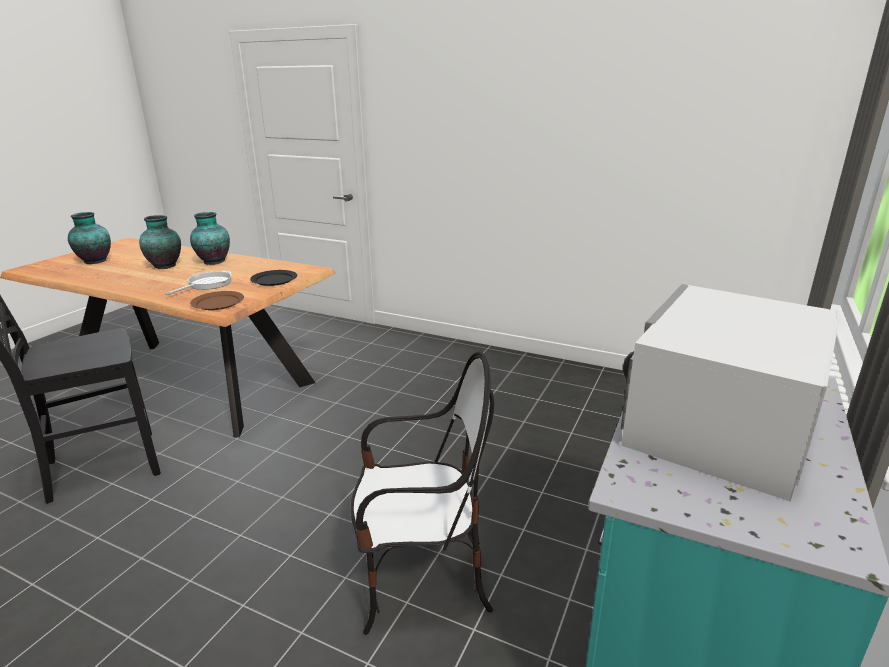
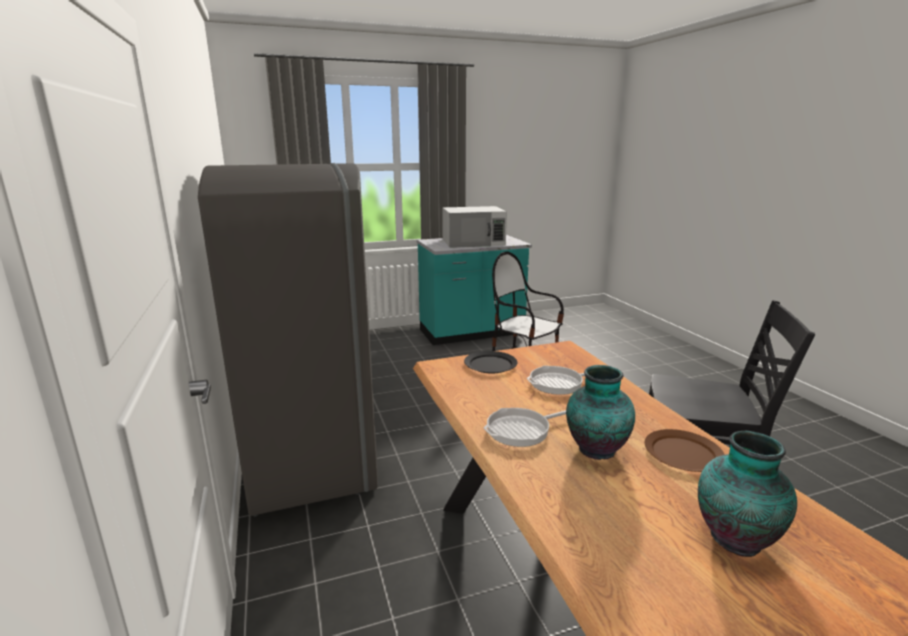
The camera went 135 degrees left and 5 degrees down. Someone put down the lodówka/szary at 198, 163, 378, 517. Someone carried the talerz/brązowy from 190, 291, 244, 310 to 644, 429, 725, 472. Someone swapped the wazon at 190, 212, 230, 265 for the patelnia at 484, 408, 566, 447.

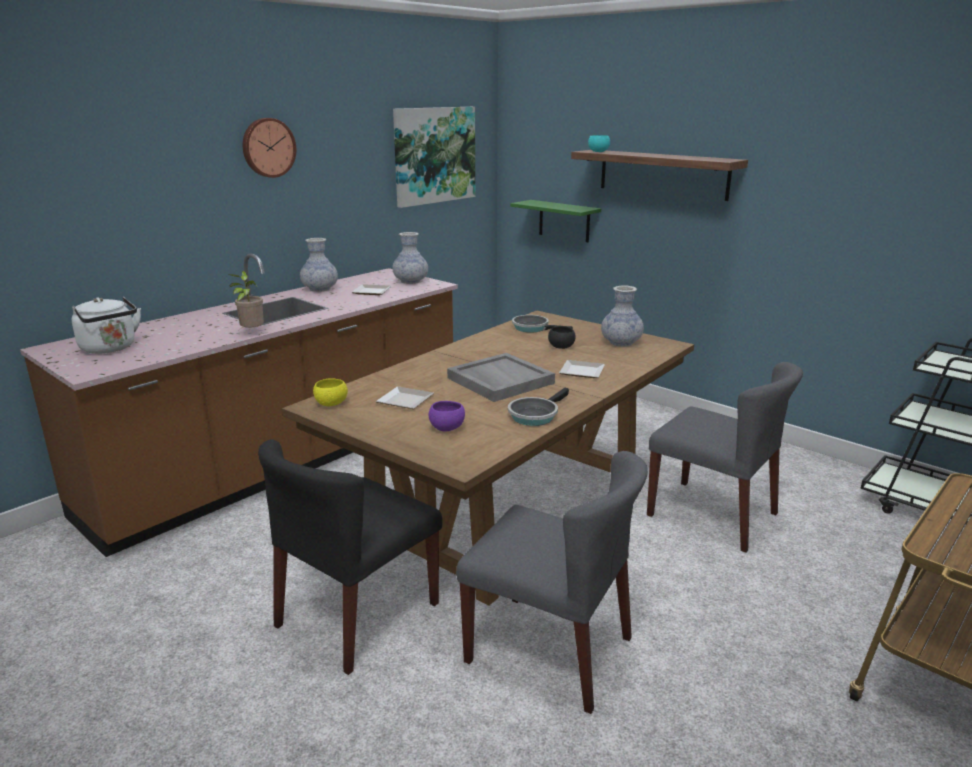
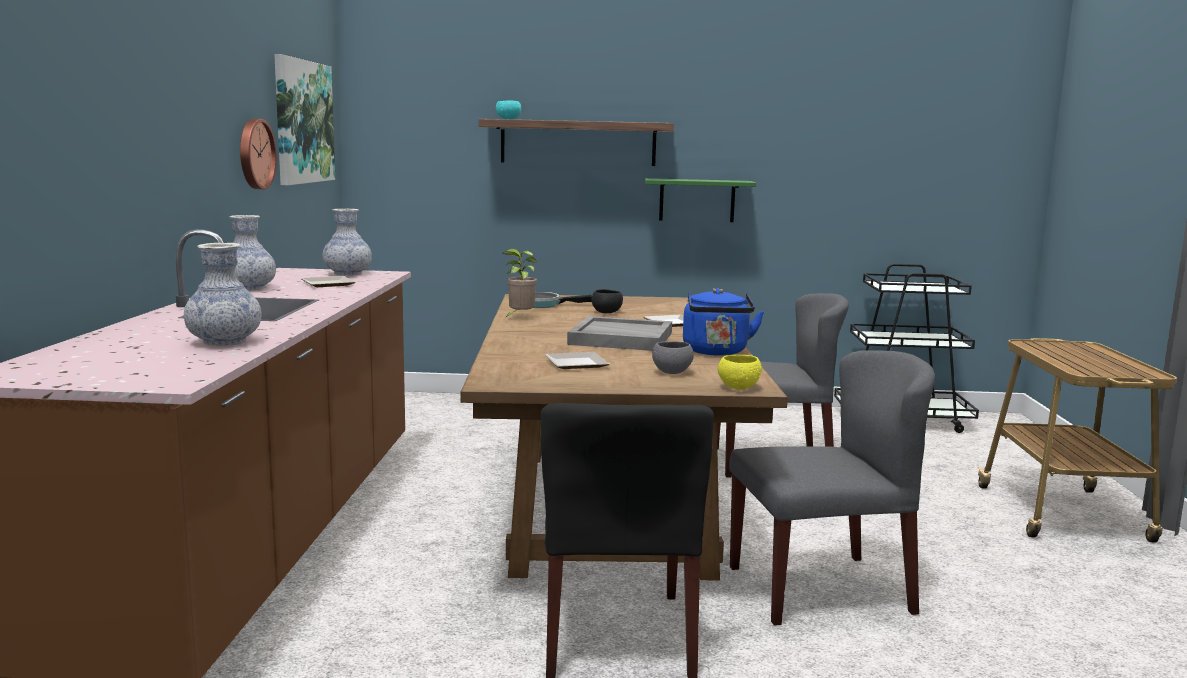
The camera went 40 degrees left and 10 degrees down. Someone took away the czajnik/biały at 72, 297, 141, 354. Someone carried the roślina doniczkowa from 228, 271, 264, 332 to 503, 249, 537, 319. Someone carried the zegar ścienny from 243, 118, 296, 178 to 240, 119, 277, 189. Someone carried the miska/żółty from 313, 378, 348, 406 to 718, 355, 762, 390. Someone carried the półka/zielony from 510, 200, 601, 242 to 645, 178, 756, 222. Someone carried the wazon from 601, 285, 644, 347 to 184, 243, 261, 346. Someone swapped the patelnia at 508, 388, 569, 426 for the czajnik/niebieski at 683, 288, 764, 356. Someone repainted the miska/fioletowy at 429, 401, 465, 431, which became the miska/szary at 652, 341, 694, 374.

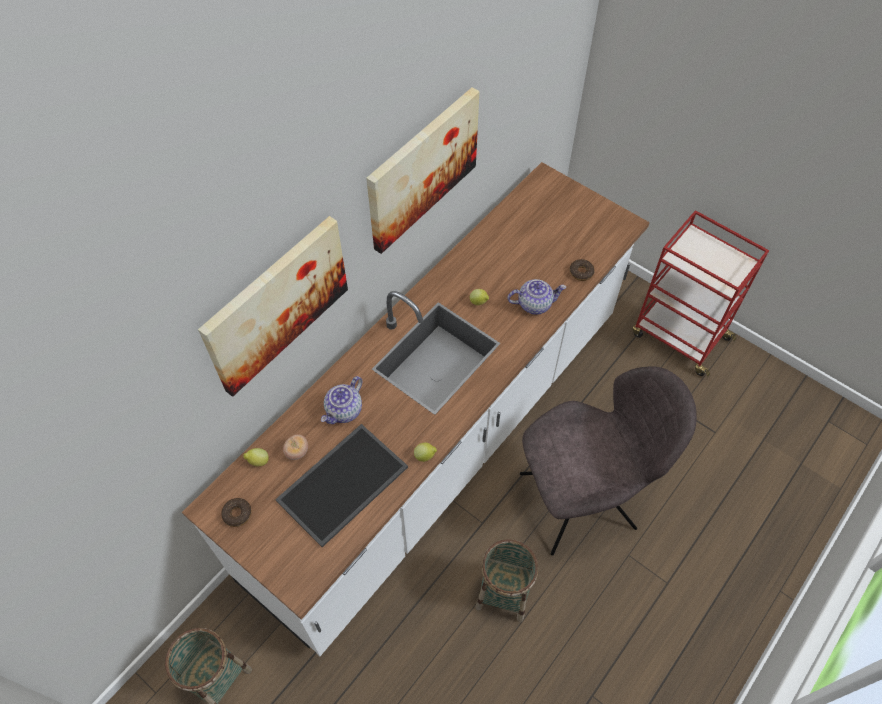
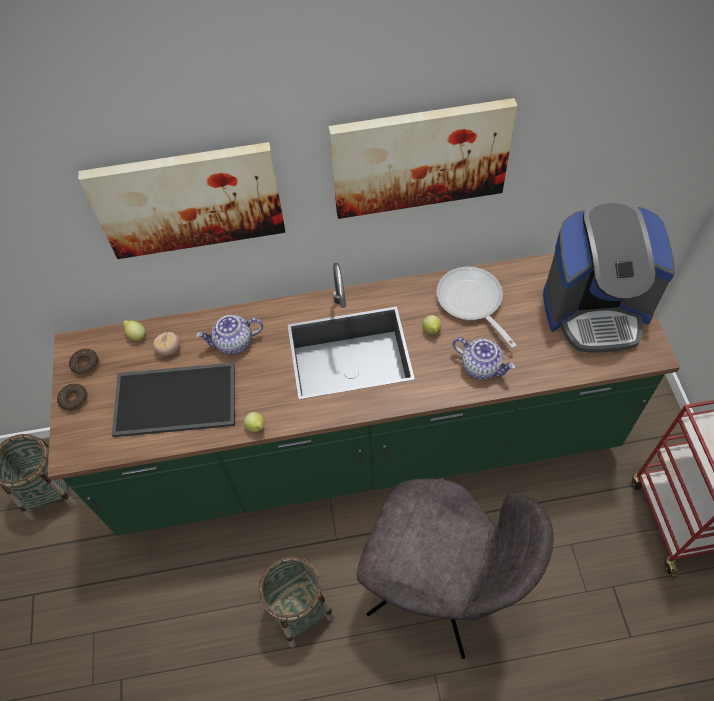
The camera went 45 degrees right and 0 degrees up. Someone put down the patelnia at 437, 267, 517, 348. Someone put down the ekspres do kawy at 543, 199, 675, 352. Someone carried the donut from 570, 259, 595, 281 to 57, 384, 88, 411. Someone repainted the zabudowa kuchenna/biały at 182, 162, 650, 656, which became the zabudowa kuchenna/zielony at 48, 253, 680, 536.

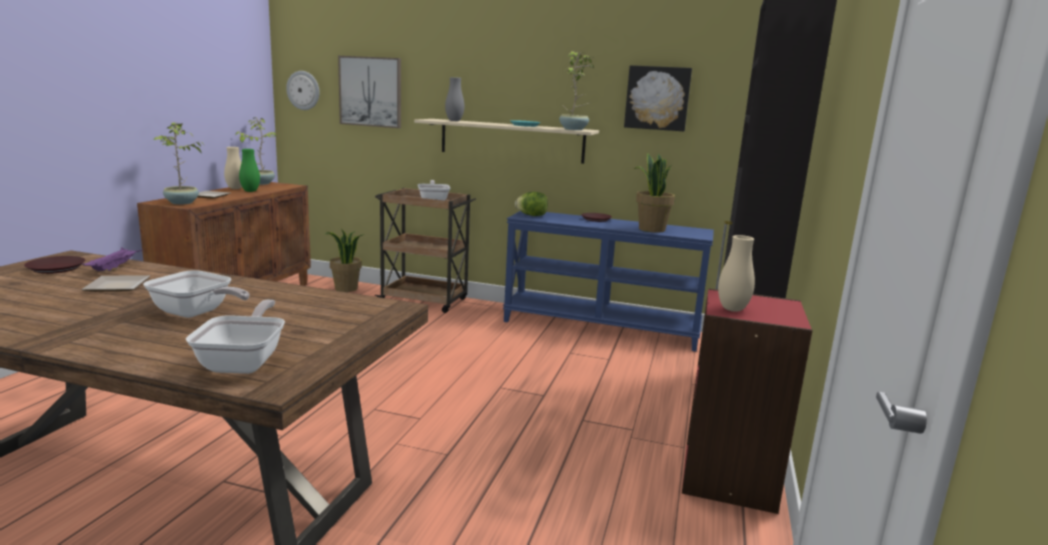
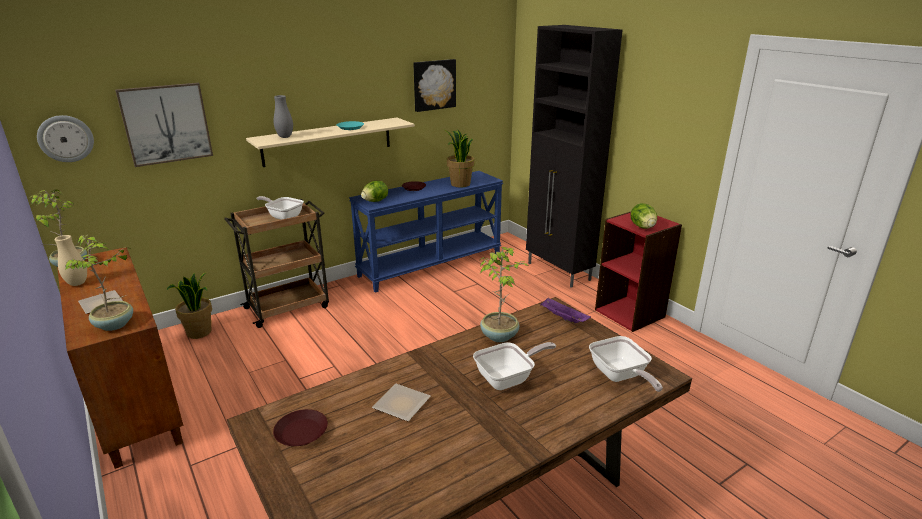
The camera went 50 degrees left and 10 degrees up. Someone took away the wazon/zielony at 239, 149, 260, 192. Someone carried the taca/fioletowy from 82, 247, 142, 271 to 540, 298, 591, 323. Someone carried the roślina doniczkowa from 559, 51, 595, 130 to 480, 247, 528, 342. Someone swapped the wazon/beżowy at 718, 235, 755, 312 for the sałata at 631, 203, 657, 229. Someone rotated the patelnia at 186, 300, 285, 374 by 150 degrees counterclockwise.

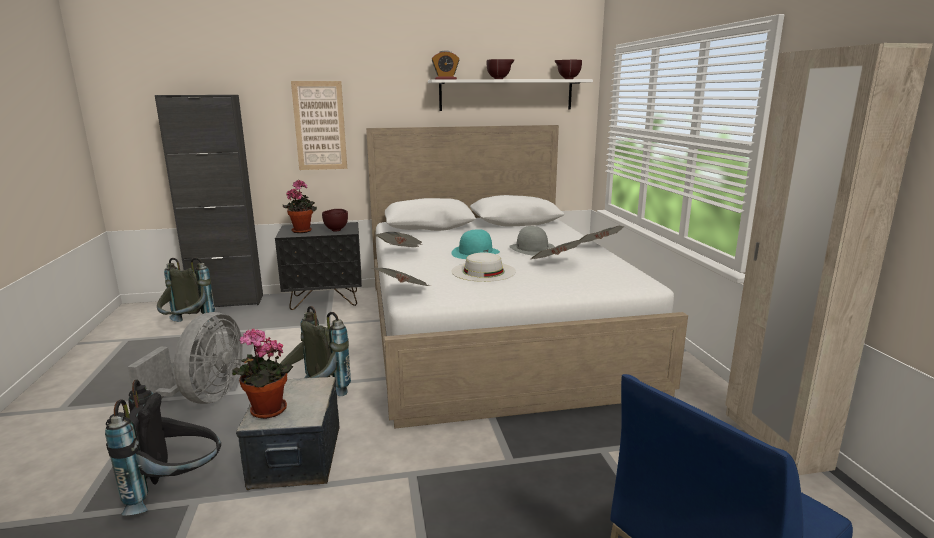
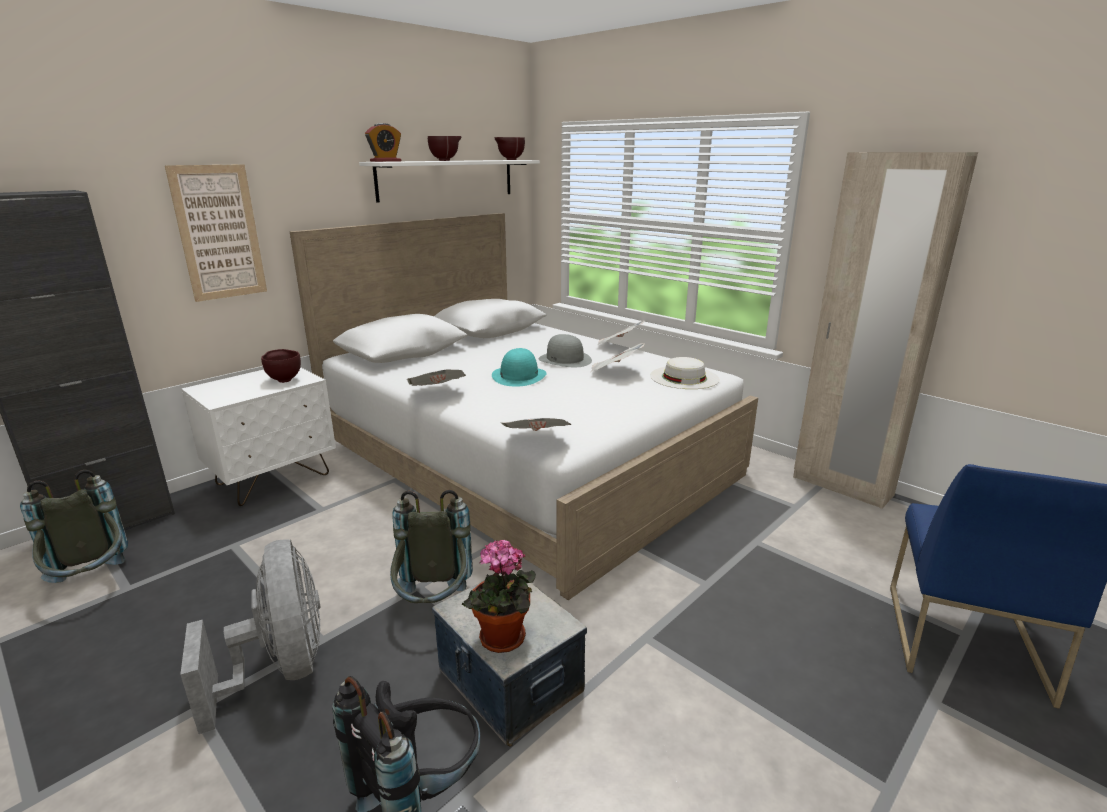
The camera went 35 degrees left and 5 degrees up. Someone took away the roślina doniczkowa at 283, 180, 317, 233. Someone carried the kapelusz/biały from 451, 252, 516, 282 to 650, 357, 719, 389. Someone repainted the szafka nocna/czarny at 275, 222, 362, 310, which became the szafka nocna/biały at 182, 367, 336, 506.

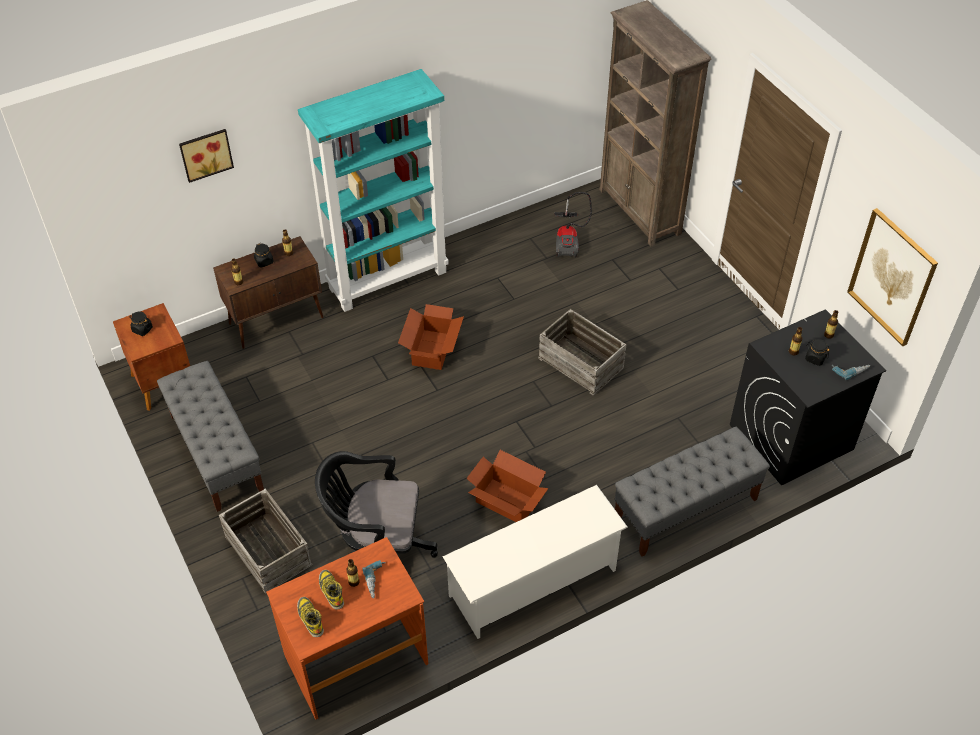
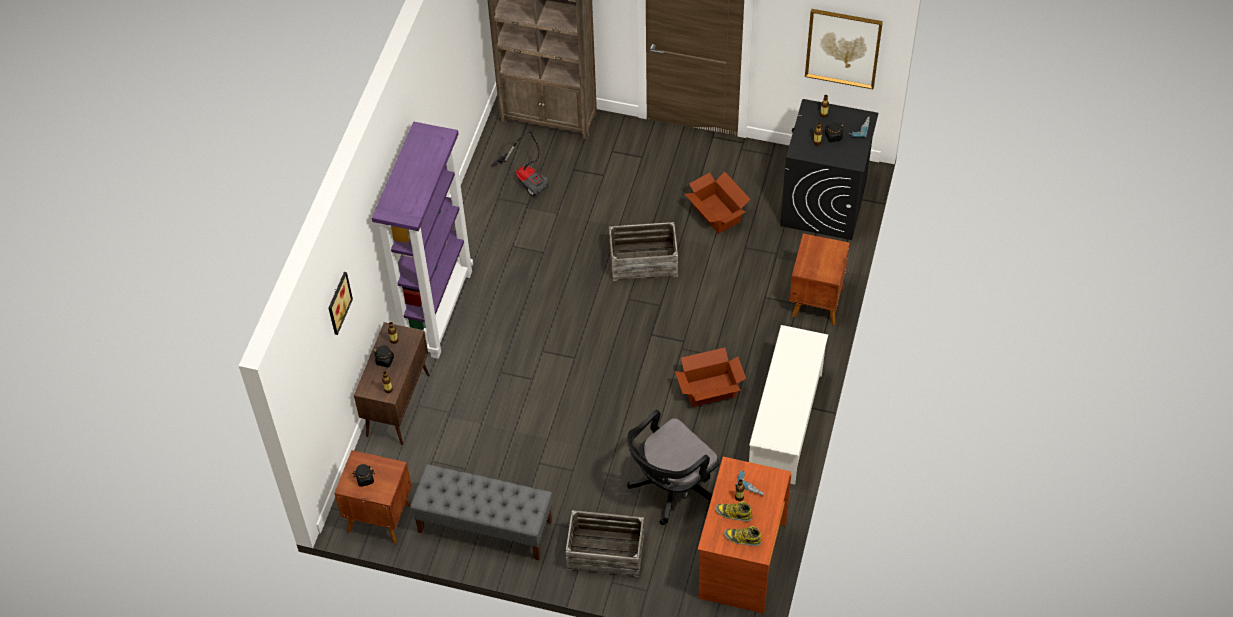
The camera went 45 degrees left and 5 degrees up. Someone carried the karton from 398, 304, 464, 370 to 685, 172, 751, 234. Someone swapped the ławka/szary at 615, 427, 770, 557 for the szafka nocna/brązowy at 789, 233, 850, 325. Someone repainted the regał/turkusowy at 298, 69, 449, 312, which became the regał/fioletowy at 372, 122, 473, 359.

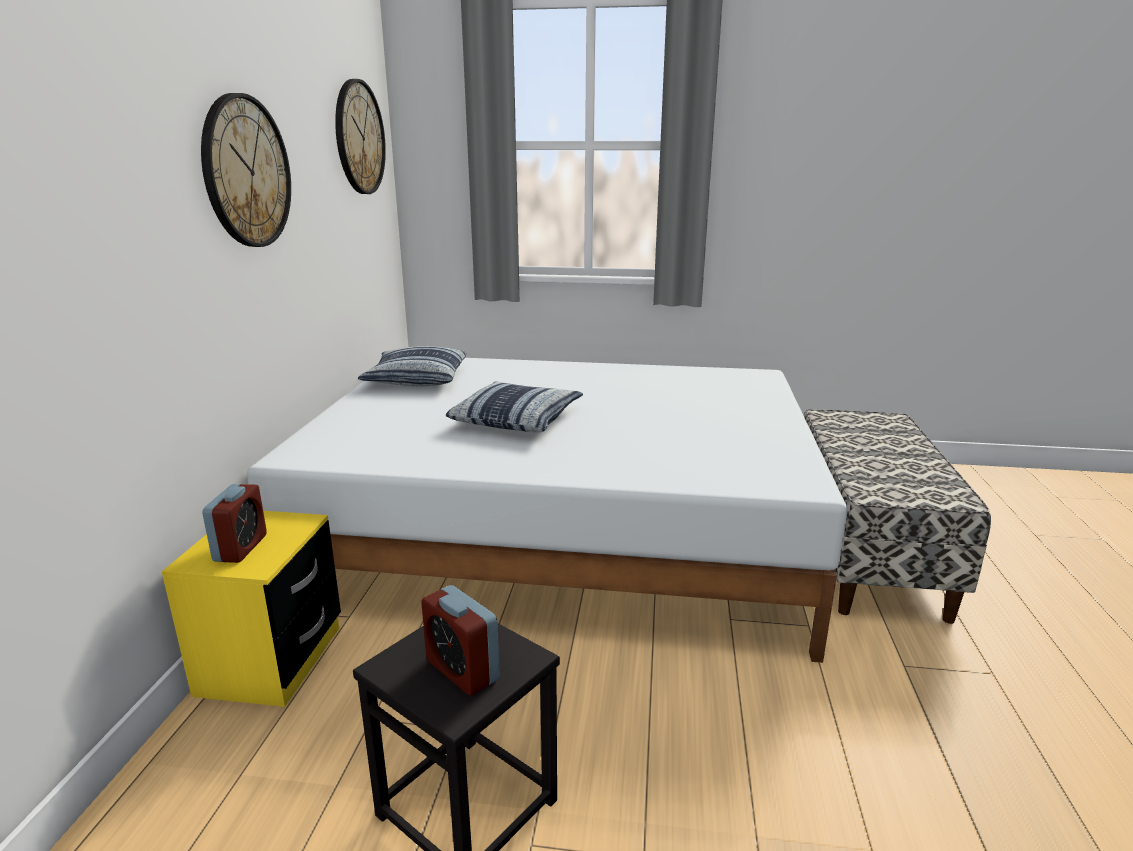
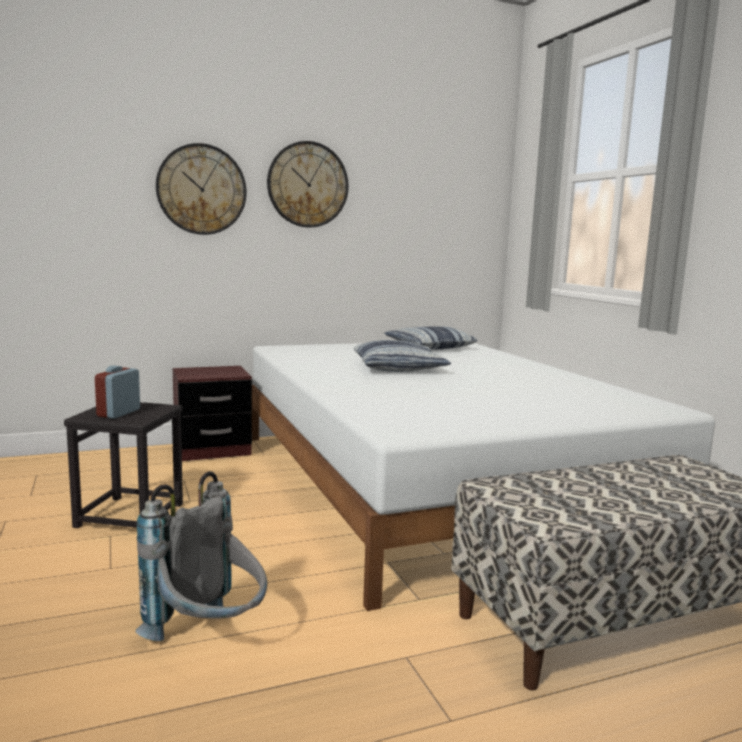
The camera went 60 degrees right and 10 degrees down. Someone took away the budzik at 202, 484, 267, 563. Someone put down the plecak/szary at 136, 471, 267, 641. Someone carried the zegar ścienny from 335, 79, 386, 194 to 156, 143, 246, 235. Someone repainted the szafka nocna/żółty at 162, 511, 341, 707, which became the szafka nocna/brązowy at 173, 366, 252, 461.

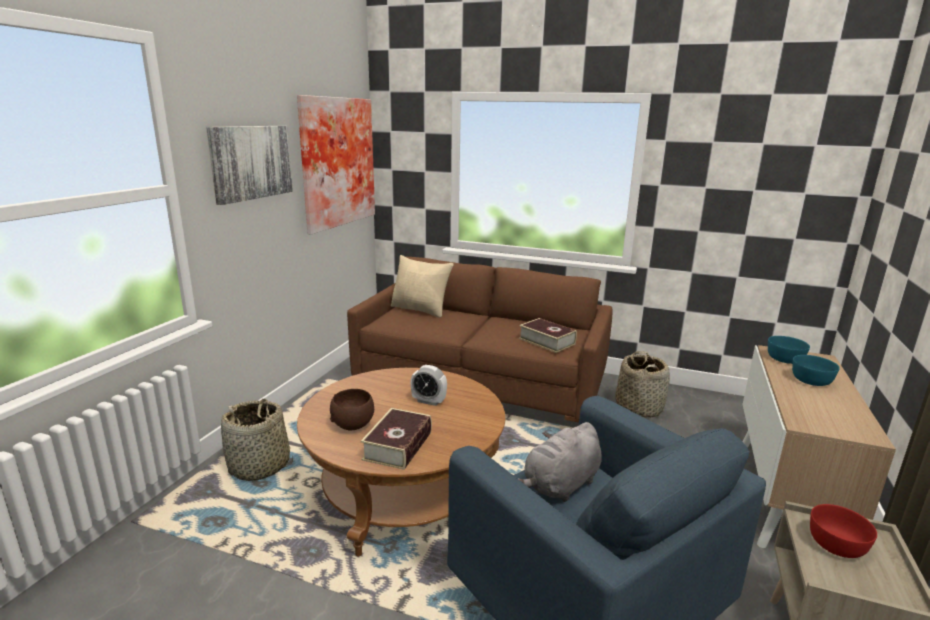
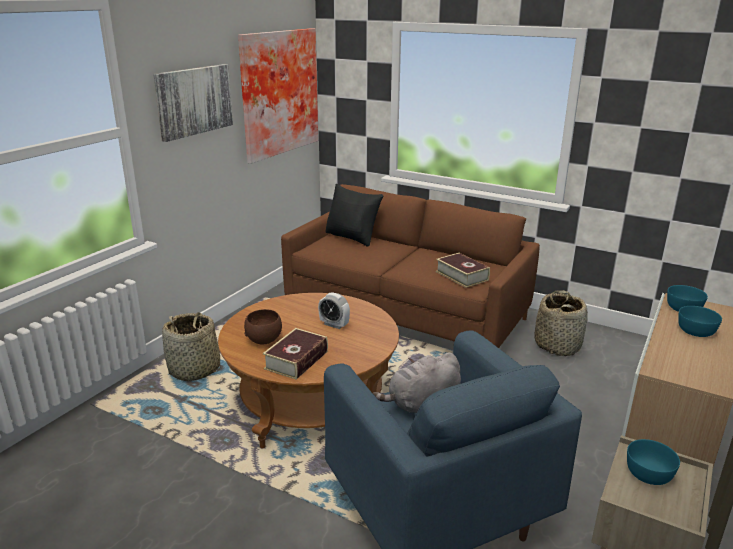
The camera went 10 degrees right and 5 degrees up. Someone repainted the poduszka/beżowy at 391, 255, 454, 318, which became the poduszka/czarny at 325, 184, 383, 247. Someone repainted the miska/czerwony at 810, 504, 877, 558, which became the miska/turkusowy at 627, 439, 680, 485.

